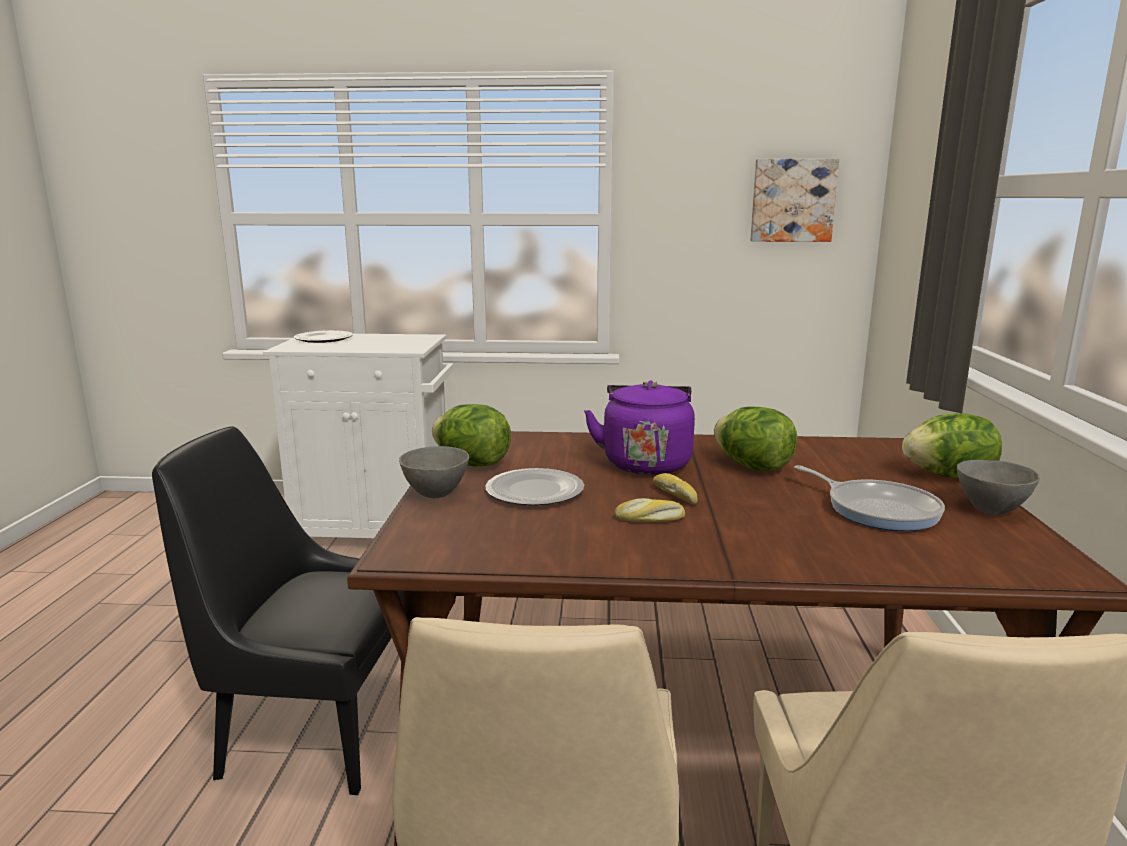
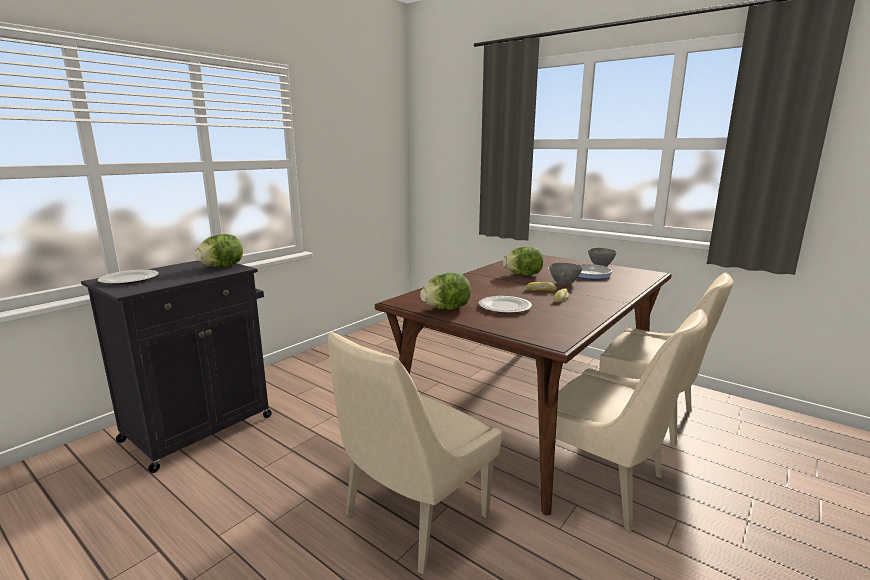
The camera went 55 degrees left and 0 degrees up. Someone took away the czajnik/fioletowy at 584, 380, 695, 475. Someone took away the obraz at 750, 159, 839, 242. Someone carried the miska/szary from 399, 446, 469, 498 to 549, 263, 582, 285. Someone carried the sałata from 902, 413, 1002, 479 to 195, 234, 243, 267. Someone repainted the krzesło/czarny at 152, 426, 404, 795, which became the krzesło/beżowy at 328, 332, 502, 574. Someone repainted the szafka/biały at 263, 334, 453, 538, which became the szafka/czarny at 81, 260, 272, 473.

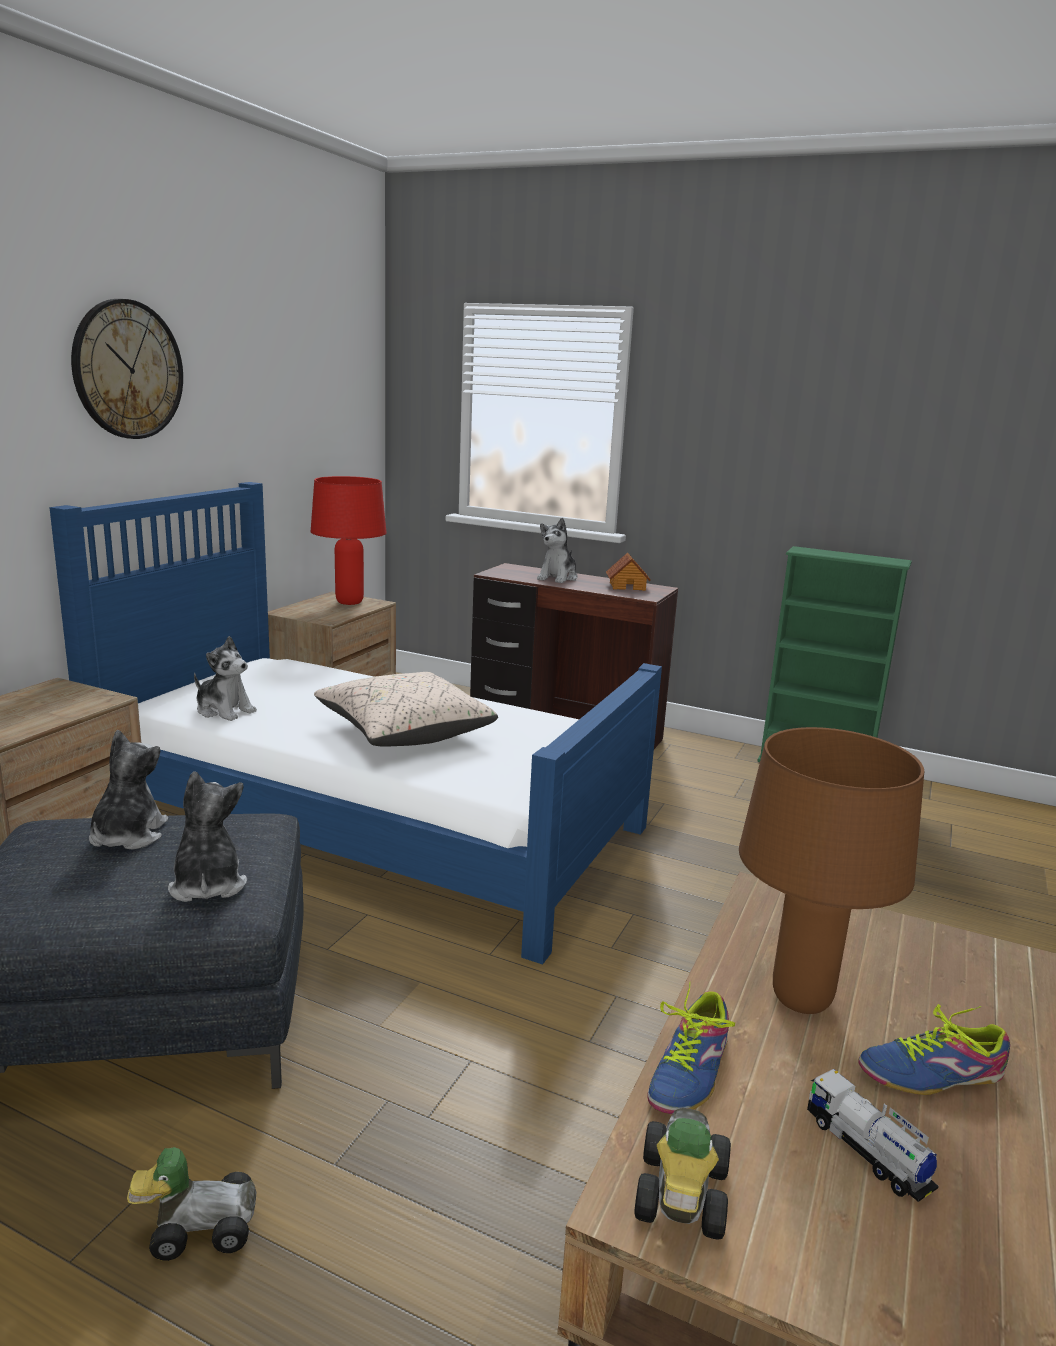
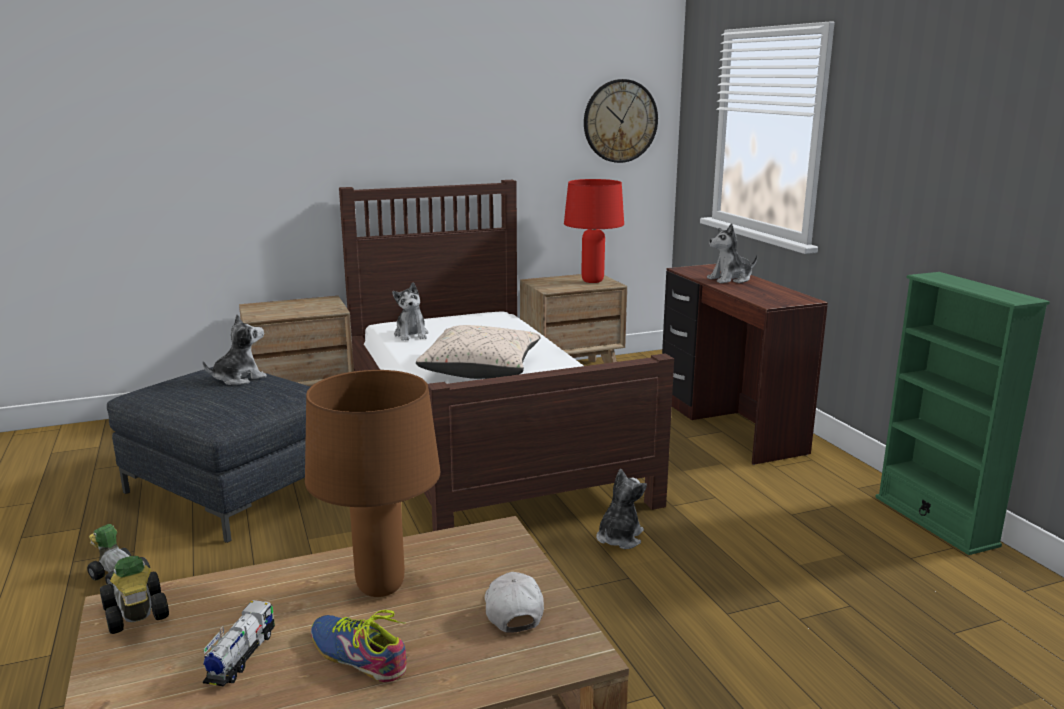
The camera went 45 degrees right and 0 degrees up. Someone took away the domek at 606, 552, 651, 591. Someone took away the but at 647, 982, 735, 1114. Someone put down the czapka z daszkiem/biały at 485, 572, 544, 633. Someone carried the zegar ścienny from 71, 299, 183, 439 to 584, 79, 658, 163. Someone carried the pluszak from 168, 771, 247, 902 to 596, 469, 647, 549. Someone repainted the łóżko/niebieski at 49, 482, 662, 965, which became the łóżko/brązowy at 339, 180, 674, 531. Someone rotated the samochodzik at 634, 1108, 731, 1240 by 90 degrees counterclockwise.

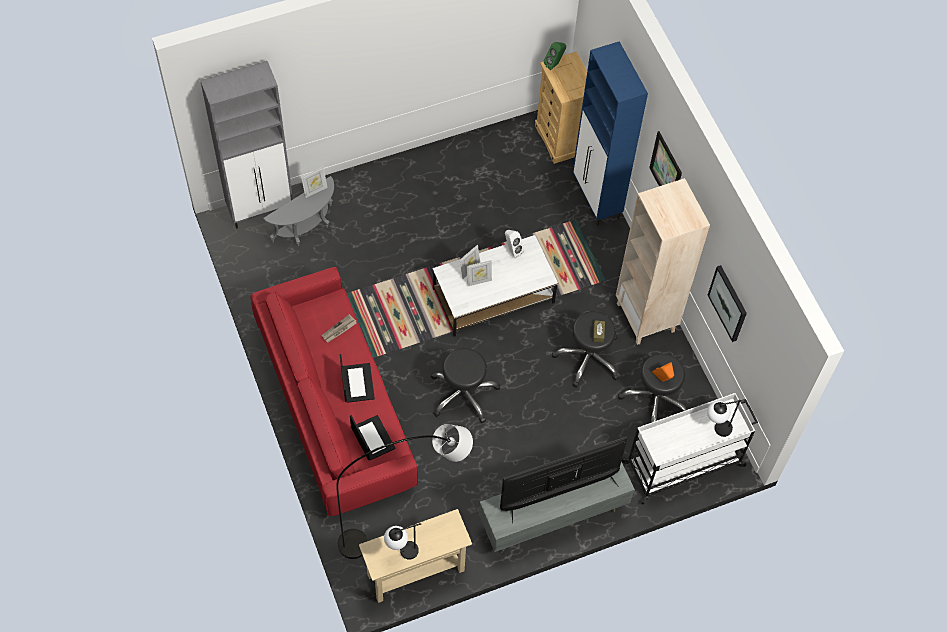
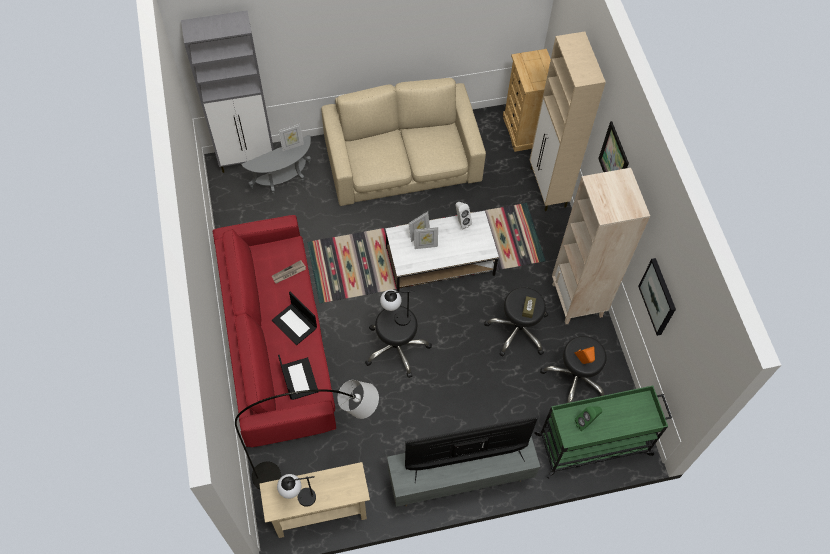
The camera went 10 degrees right and 0 degrees up. Someone put down the kanapa/beżowy at 321, 78, 486, 206. Someone carried the głośnik/zielony from 544, 42, 566, 70 to 575, 406, 602, 431. Someone carried the lampa stołowa from 707, 399, 746, 437 to 380, 290, 415, 326. Someone repainted the szafka/niebieski at 573, 41, 648, 226, which became the szafka/beżowy at 530, 32, 606, 211. Someone repainted the wózek/biały at 622, 393, 758, 505, which became the wózek/zielony at 534, 385, 672, 479. Someone rotated the laptop at 340, 354, 375, 403 by 135 degrees clockwise.

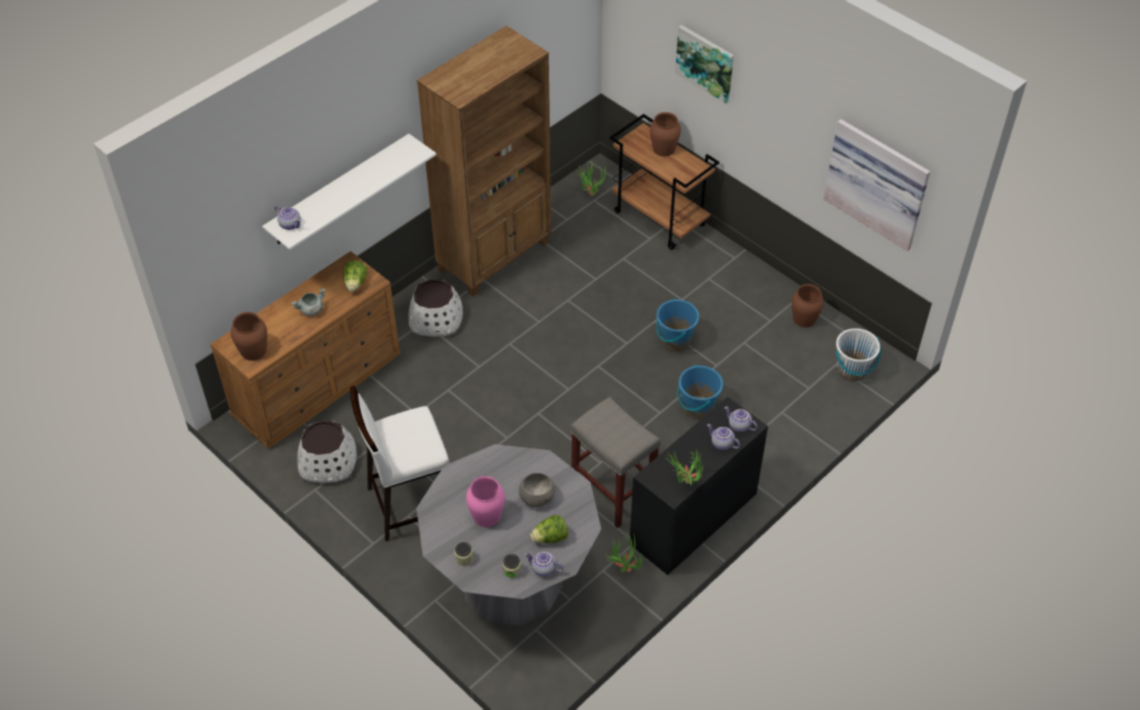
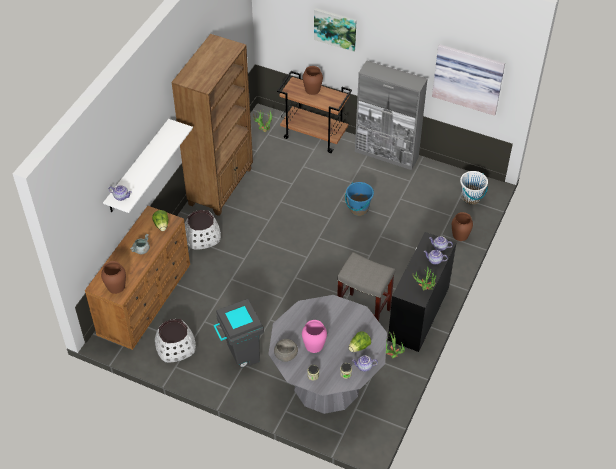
The camera went 20 degrees left and 0 degrees up. Someone took away the wiadro/niebieski at 678, 364, 723, 419. Someone put down the szafka/szary at 355, 60, 427, 170. Someone carried the miska/szary from 519, 473, 555, 507 to 274, 339, 298, 362. Someone carried the wazon/brązowy from 792, 284, 824, 327 to 452, 212, 473, 241. Someone swapped the stołek/biały at 350, 386, 450, 541 for the kosz na śmieci/szary at 213, 299, 264, 368.

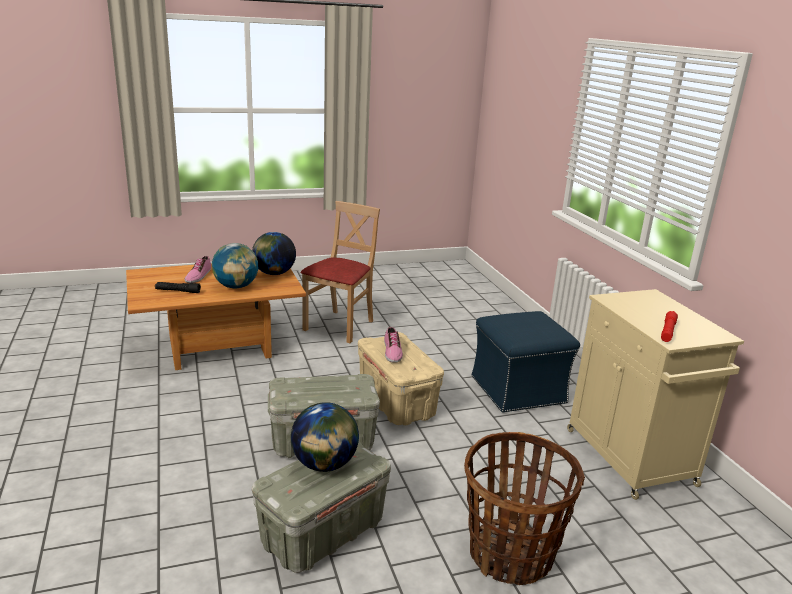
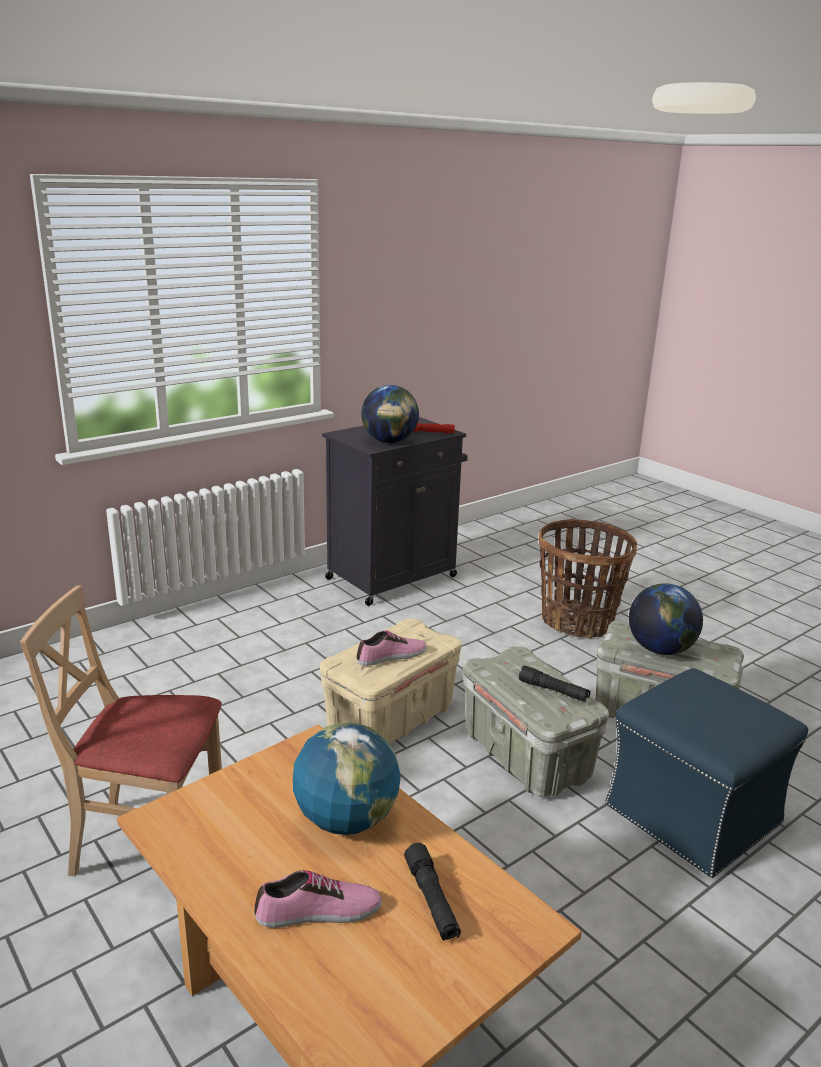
The camera went 110 degrees left and 0 degrees up. Someone put down the latarka/czarny at 519, 665, 591, 702. Someone carried the globus from 252, 232, 296, 275 to 361, 385, 419, 443. Someone carried the pufa/niebieski from 472, 311, 580, 413 to 605, 668, 808, 878. Someone repainted the szafka/beżowy at 567, 289, 744, 500, which became the szafka/czarny at 322, 417, 468, 606.

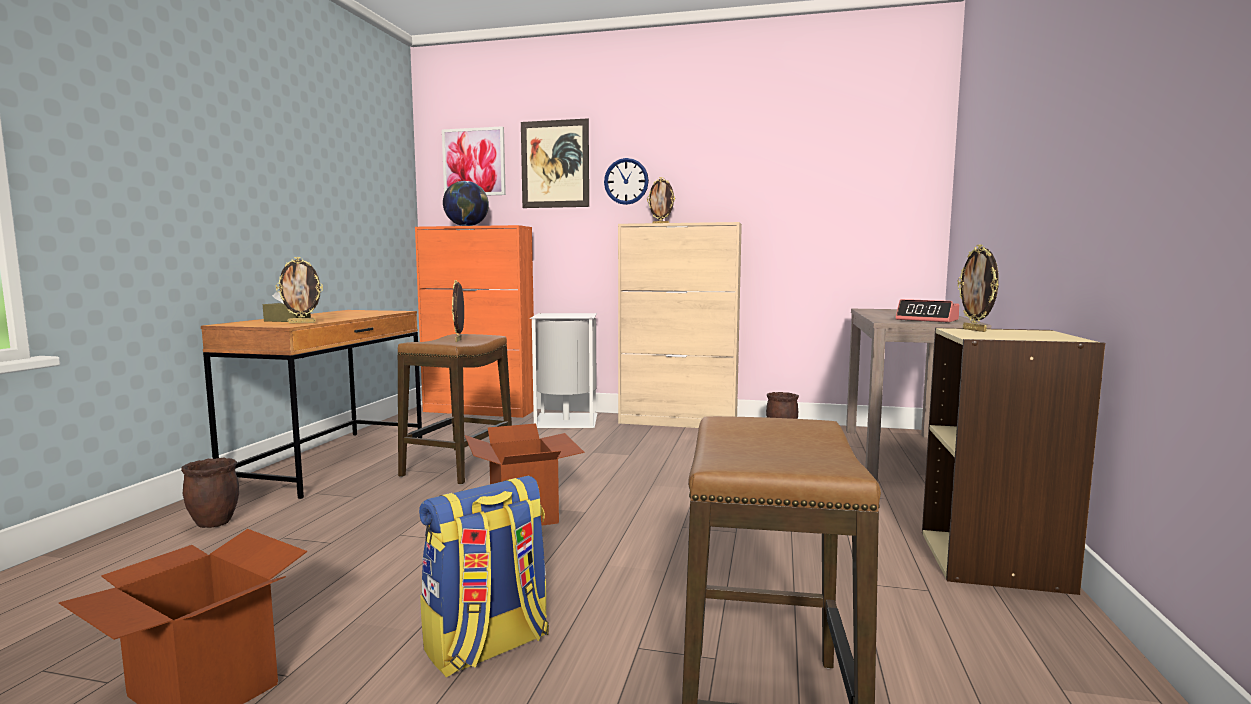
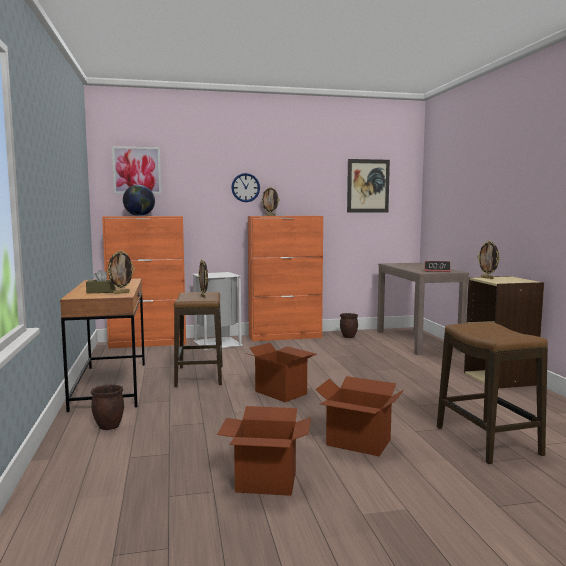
The camera went 25 degrees left and 0 degrees up. Someone carried the obraz from 521, 118, 589, 208 to 347, 159, 390, 213. Someone swapped the plecak at 419, 476, 549, 677 for the karton at 315, 376, 404, 456. Someone repainted the szafka/beżowy at 618, 222, 742, 428, which became the szafka/pomarańczowy at 248, 216, 323, 341.

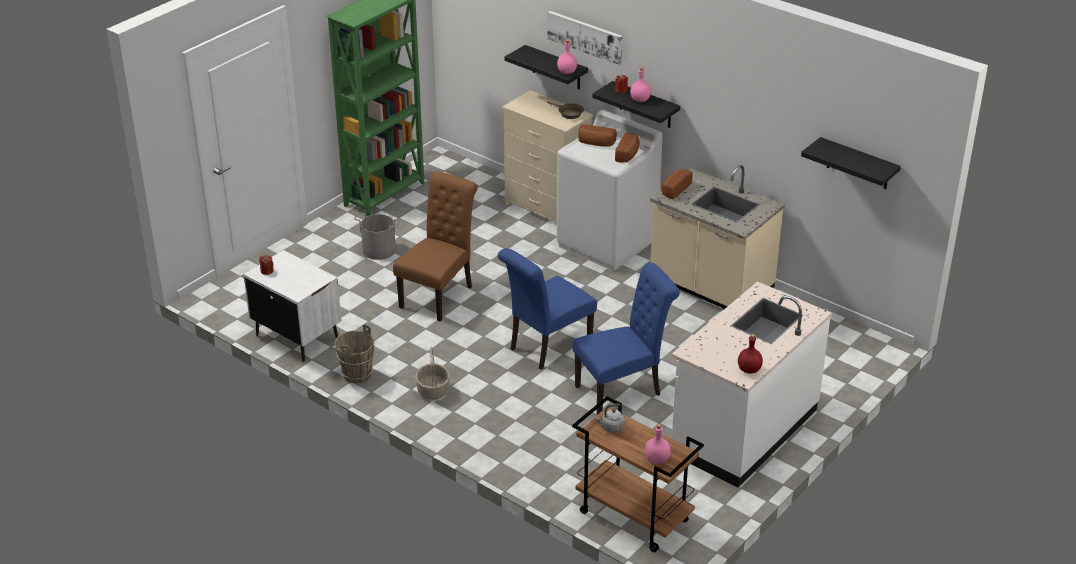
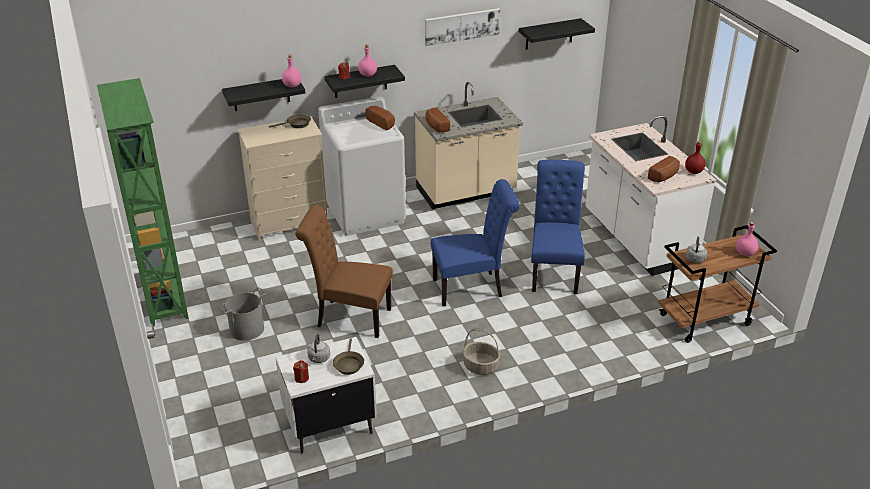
The camera went 60 degrees left and 0 degrees up. Someone took away the wiadro/brązowy at 335, 324, 375, 384. Someone put down the czajnik/szary at 308, 334, 330, 363. Someone put down the patelnia/brązowy at 333, 338, 364, 375. Someone carried the obraz from 547, 11, 622, 65 to 425, 8, 500, 46. Someone carried the chleb from 578, 124, 617, 147 to 648, 156, 680, 182. Someone rotated the krzesło/brązowy at 393, 172, 478, 321 by 45 degrees counterclockwise. Someone rotated the krzesło/niebieski at 498, 248, 597, 370 by 90 degrees counterclockwise.

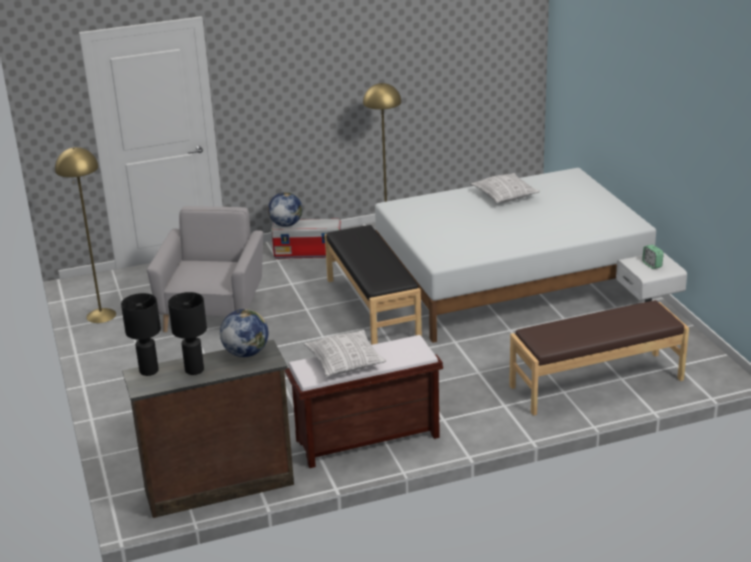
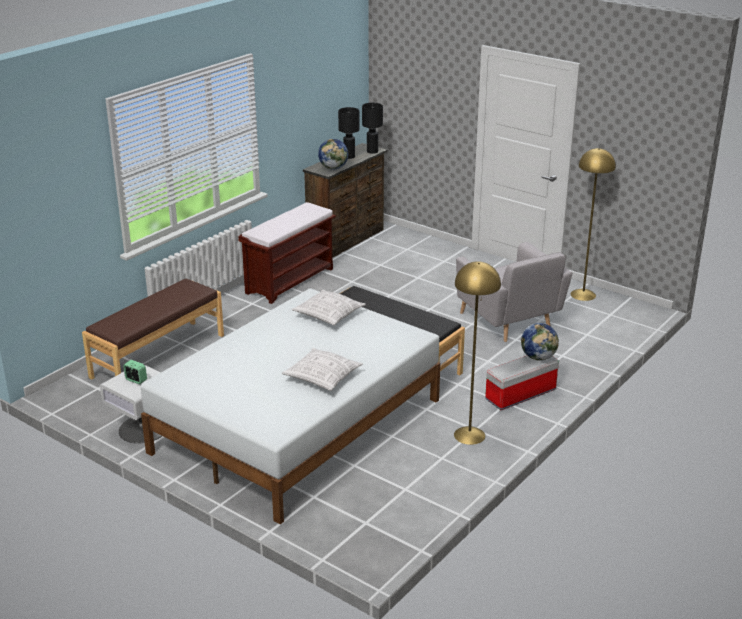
The camera went 145 degrees right and 0 degrees up. Someone carried the poduszka from 304, 330, 386, 377 to 292, 290, 366, 325.

